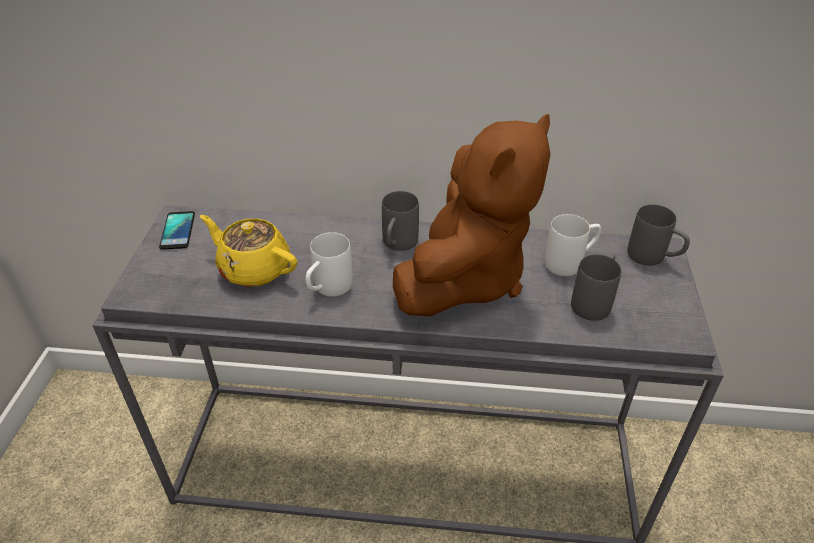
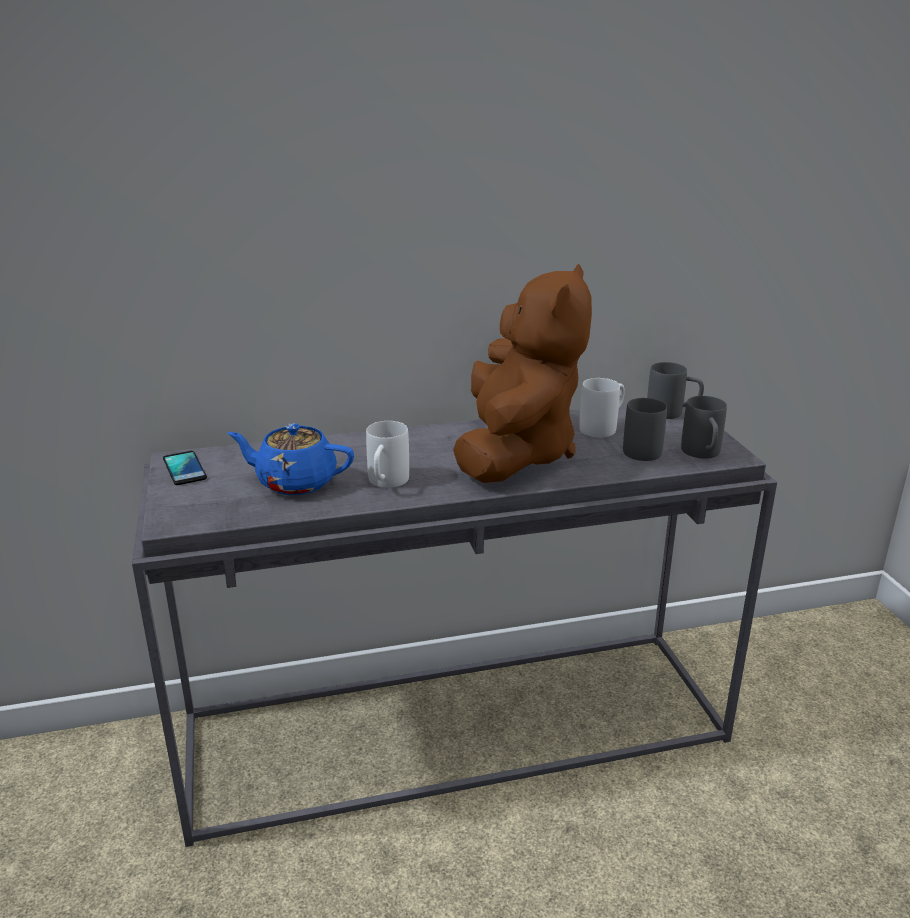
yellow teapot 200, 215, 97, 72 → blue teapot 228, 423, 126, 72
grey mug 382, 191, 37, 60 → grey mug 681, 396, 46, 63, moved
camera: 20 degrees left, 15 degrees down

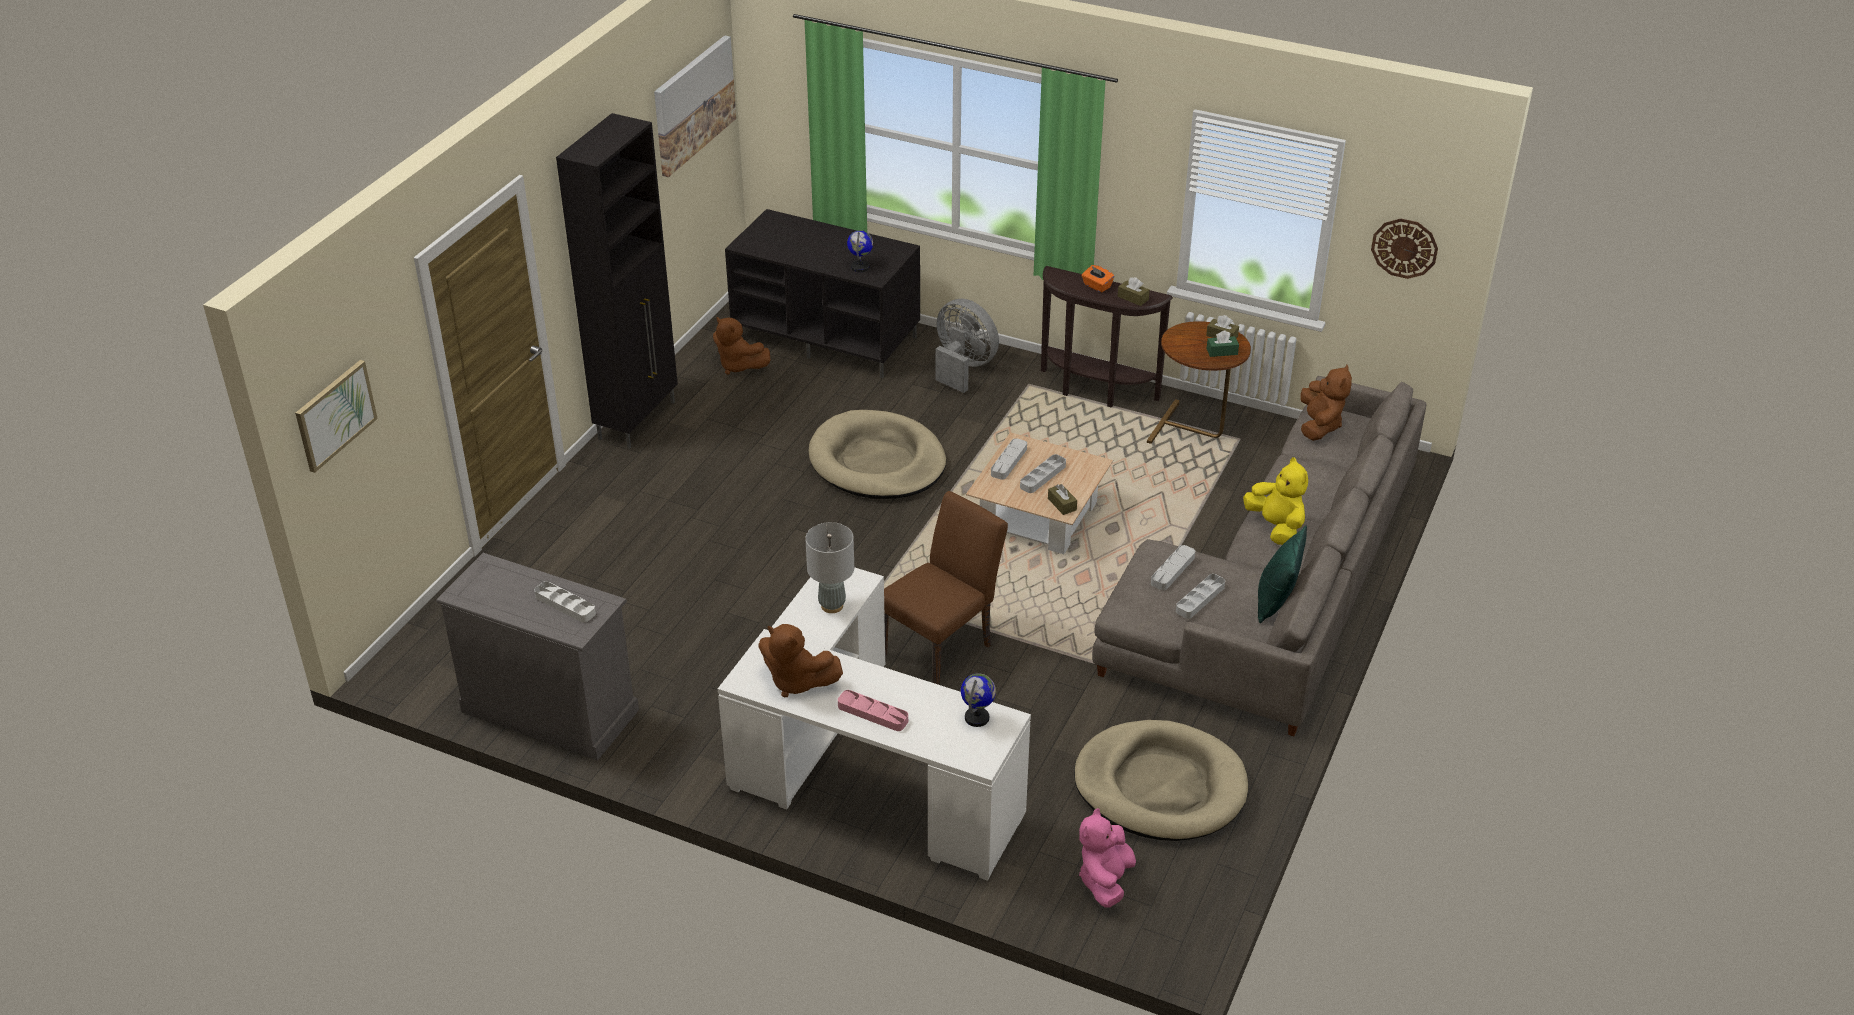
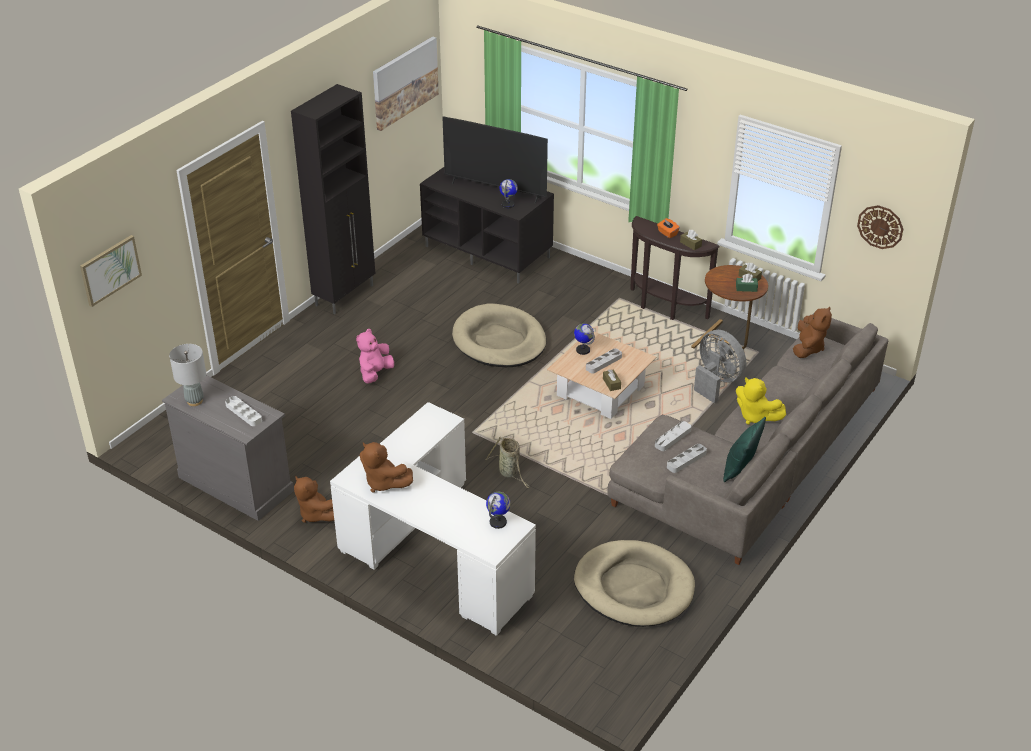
grey table lamp 805, 522, 49, 91 → grey table lamp 169, 344, 37, 62, moved
brown plush toy 713, 317, 57, 58 → brown plush toy 294, 476, 40, 47, moved
pink plush toy 1079, 808, 57, 100 → pink plush toy 356, 329, 38, 55, moved
- → television 442, 116, 106, 87
brown chair 884, 491, 124, 194 → basket 486, 437, 44, 51
grey tray 991, 438, 36, 42 → globe 574, 323, 21, 32
grey fan 935, 299, 64, 94 → grey fan 694, 330, 52, 73, moved
yellow plush toy 1243, 457, 65, 88 → yellow plush toy 736, 377, 50, 47, 150 degrees clockwise
pink tray 838, 690, 70, 41 → -
camera: 10 degrees right, 0 degrees up

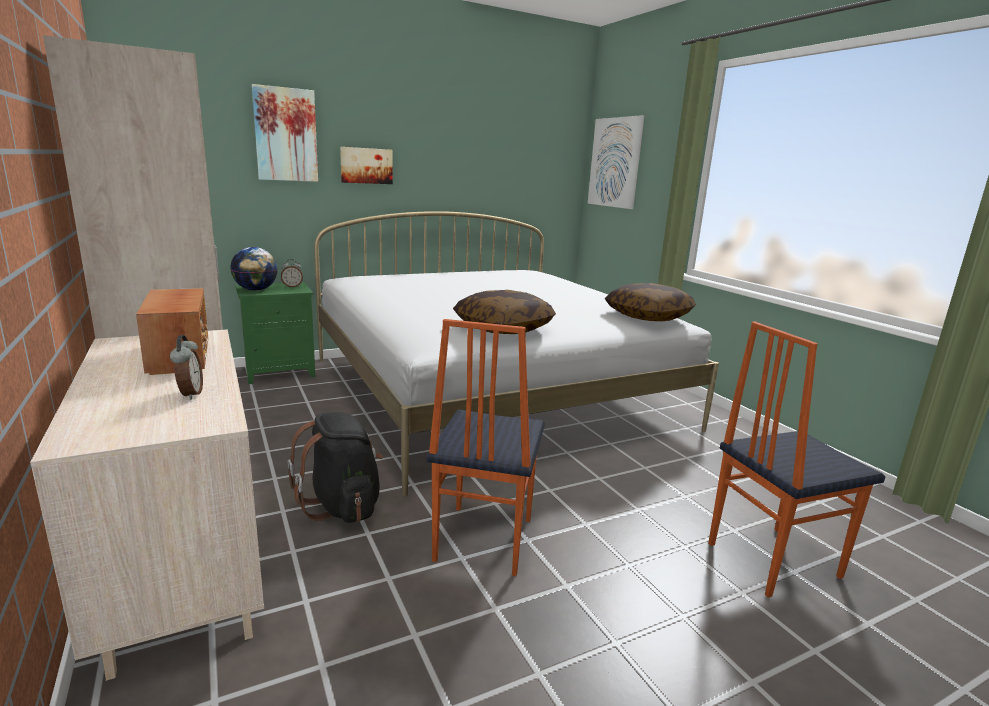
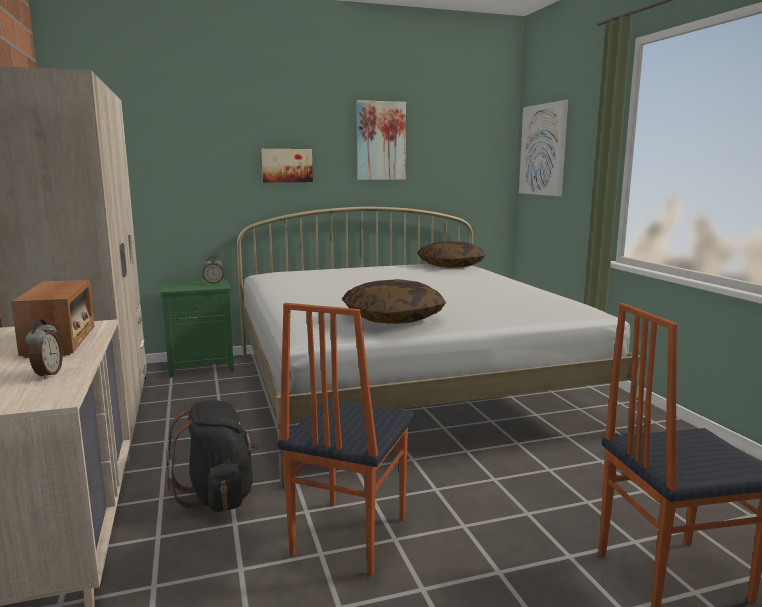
picture 252, 84, 66, 98 → picture 357, 100, 49, 80, moved
pillow 605, 283, 91, 38 → pillow 417, 241, 69, 27, moved
globe 230, 247, 48, 44 → -
camera: 10 degrees right, 5 degrees down

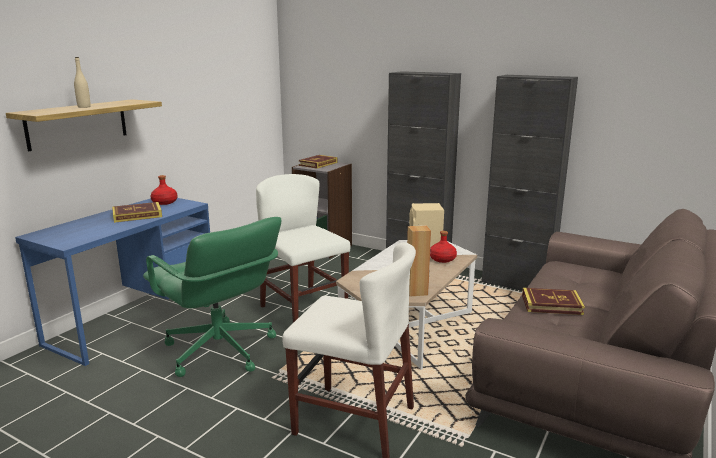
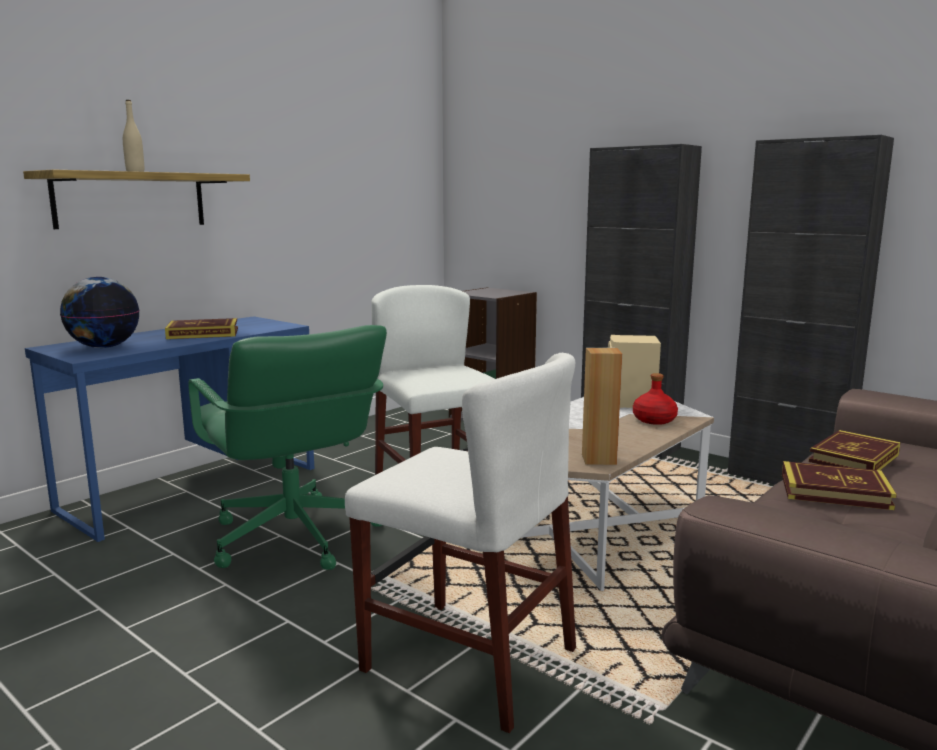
- → globe 60, 277, 79, 71
book 299, 155, 39, 14 → book 809, 430, 91, 40, moved
red bottle 151, 175, 26, 30 → -
camera: 10 degrees right, 5 degrees down

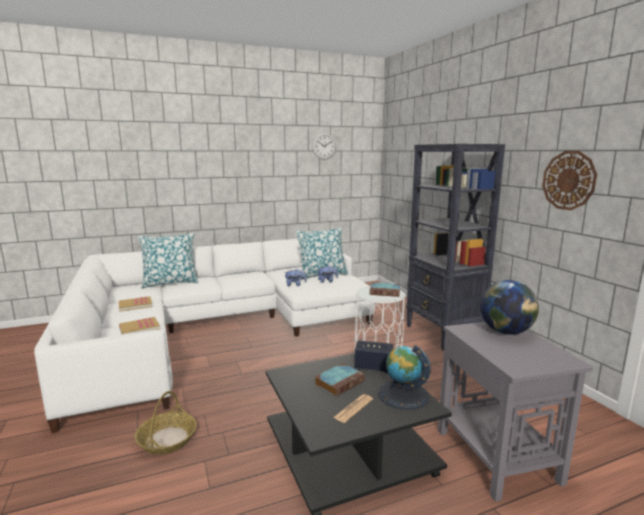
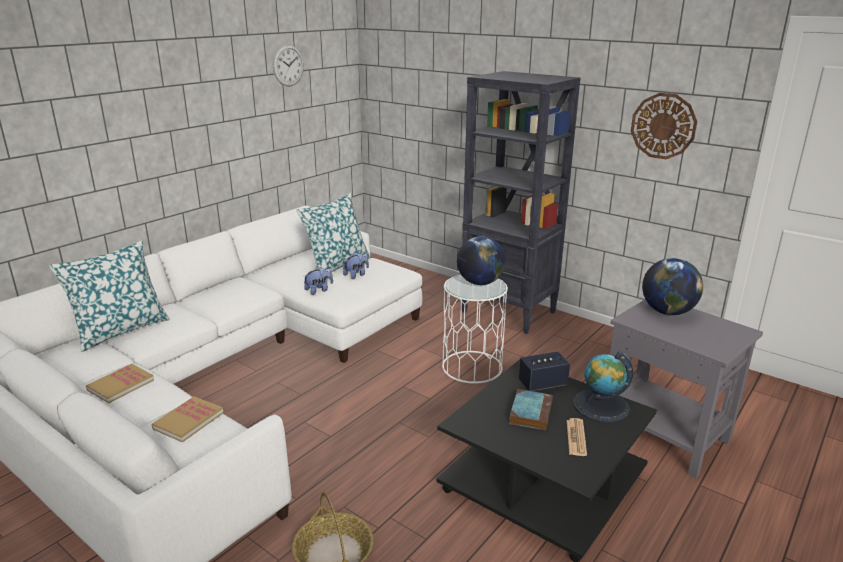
book 370, 282, 30, 15 → globe 457, 236, 48, 49
camera: 30 degrees left, 10 degrees up

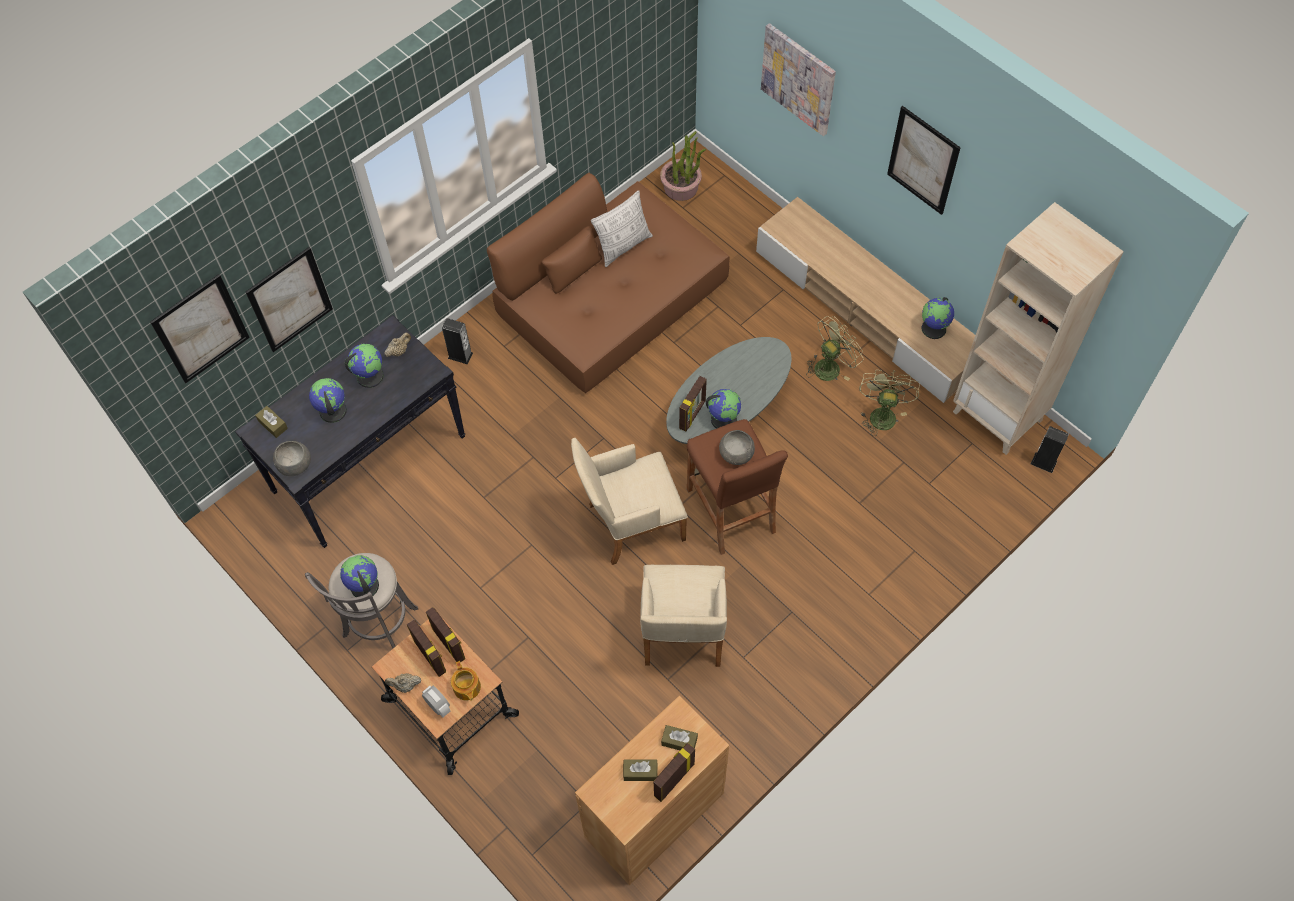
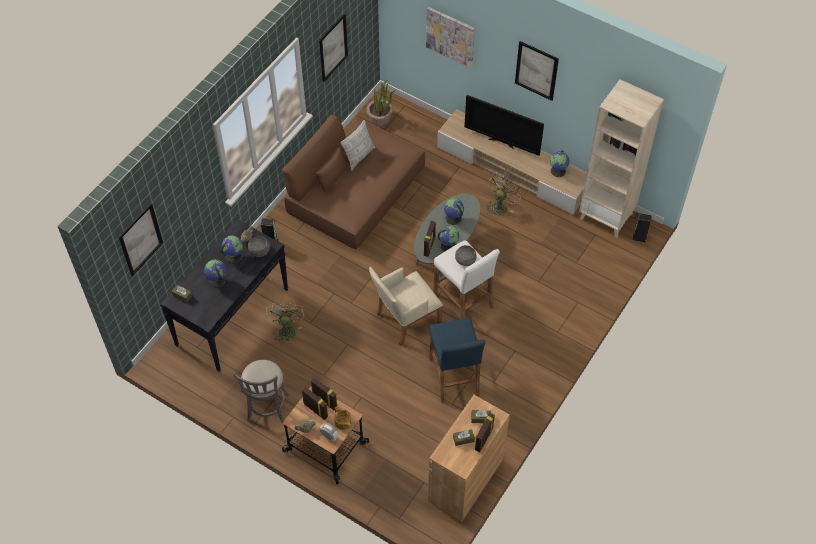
grey bowl 273, 441, 38, 35 → grey bowl 248, 236, 22, 21, moved
green fan 859, 370, 61, 66 → green fan 266, 303, 38, 43, moved
picture 246, 247, 87, 105 → picture 319, 14, 29, 68, moved
beige armchair 640, 565, 87, 102 → blue stool 429, 319, 56, 84
brown stool 687, 419, 101, 136 → white stool 433, 240, 67, 79
globe 340, 555, 39, 42 → globe 444, 198, 20, 27, moved
- → television 464, 95, 80, 61
camera: 15 degrees left, 5 degrees down

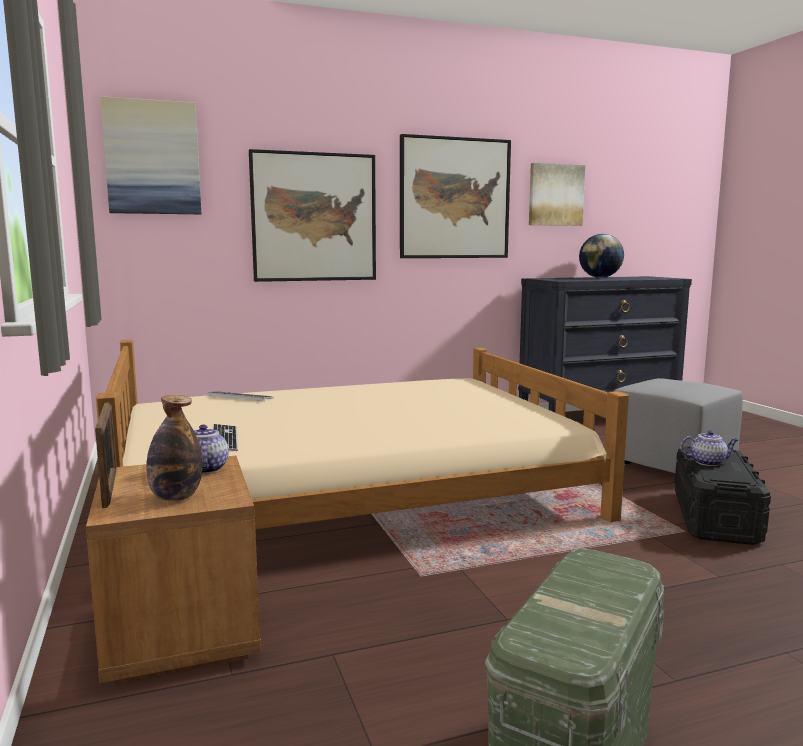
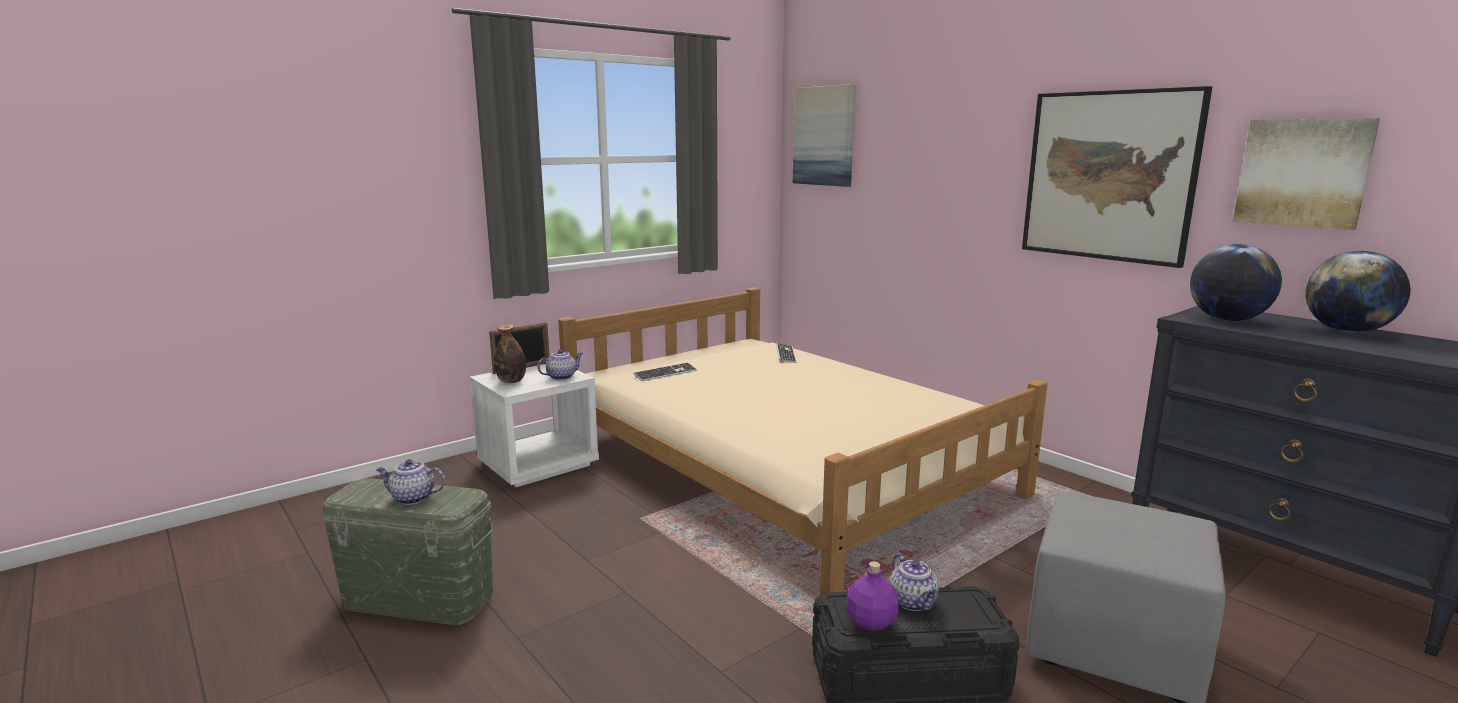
- → teapot 376, 459, 69, 46
brown nightstand 86, 456, 175, 229 → white nightstand 470, 364, 129, 123
- → purple bottle 846, 561, 53, 70
- → globe 1190, 244, 92, 77
picture 249, 149, 127, 133 → -
camera: 70 degrees right, 5 degrees up

